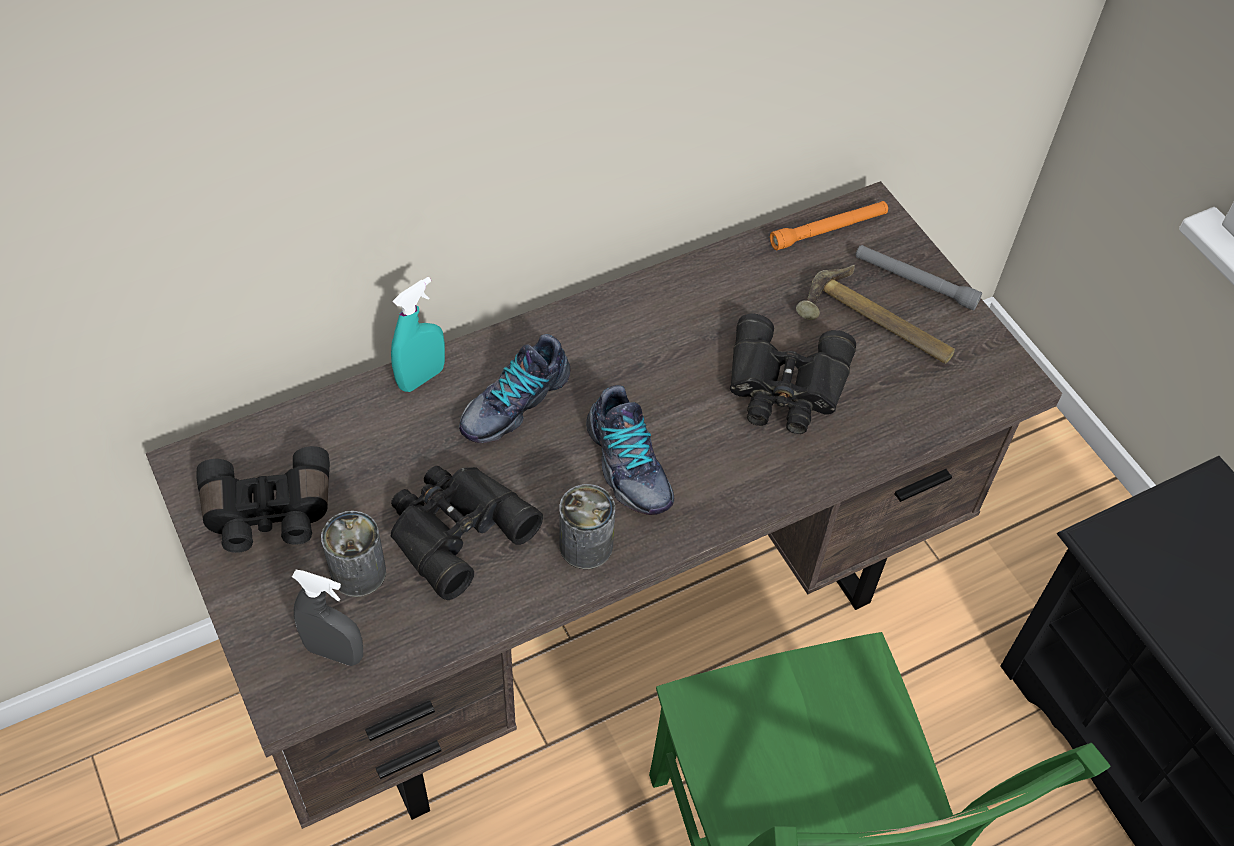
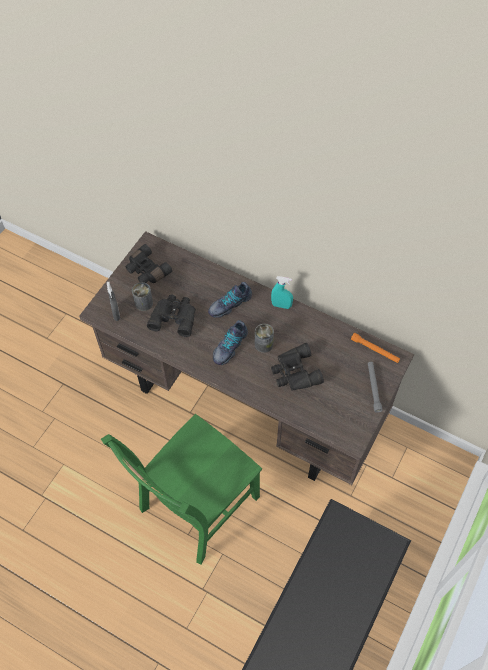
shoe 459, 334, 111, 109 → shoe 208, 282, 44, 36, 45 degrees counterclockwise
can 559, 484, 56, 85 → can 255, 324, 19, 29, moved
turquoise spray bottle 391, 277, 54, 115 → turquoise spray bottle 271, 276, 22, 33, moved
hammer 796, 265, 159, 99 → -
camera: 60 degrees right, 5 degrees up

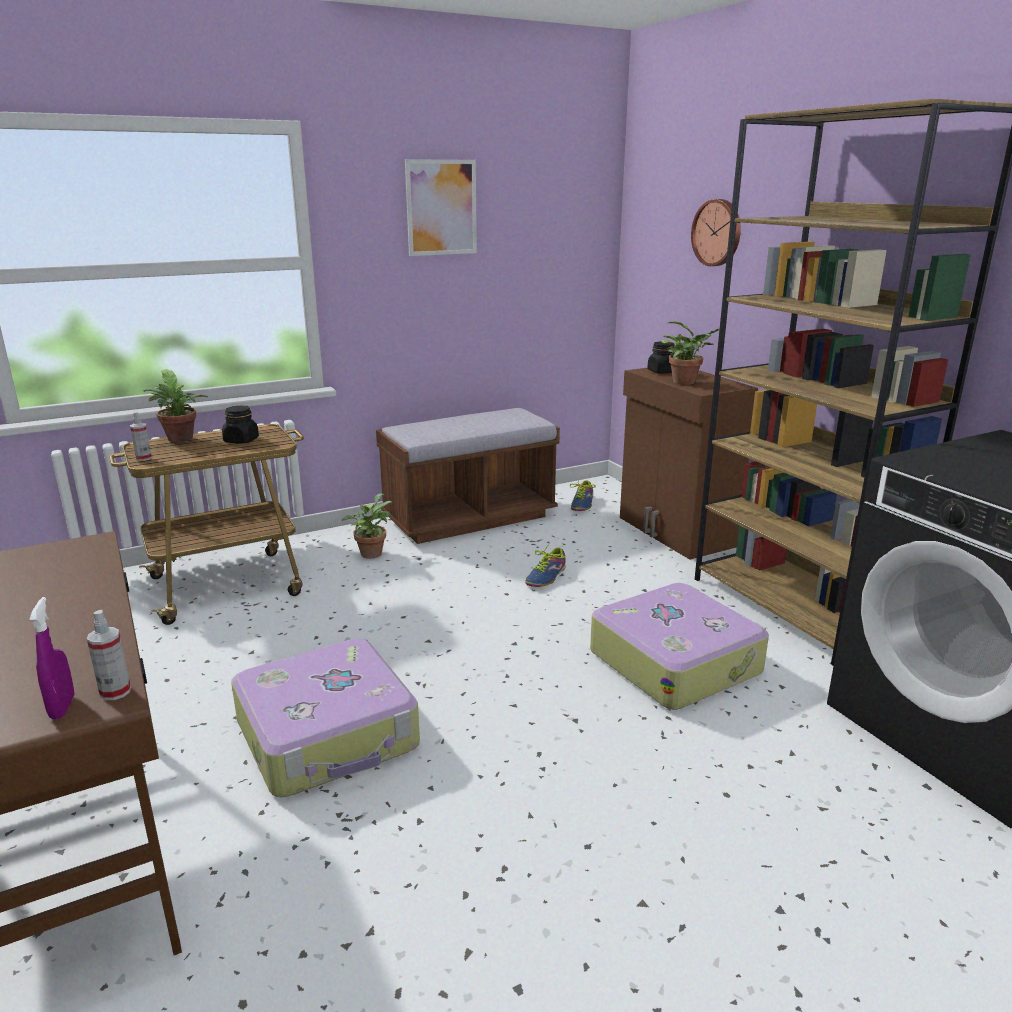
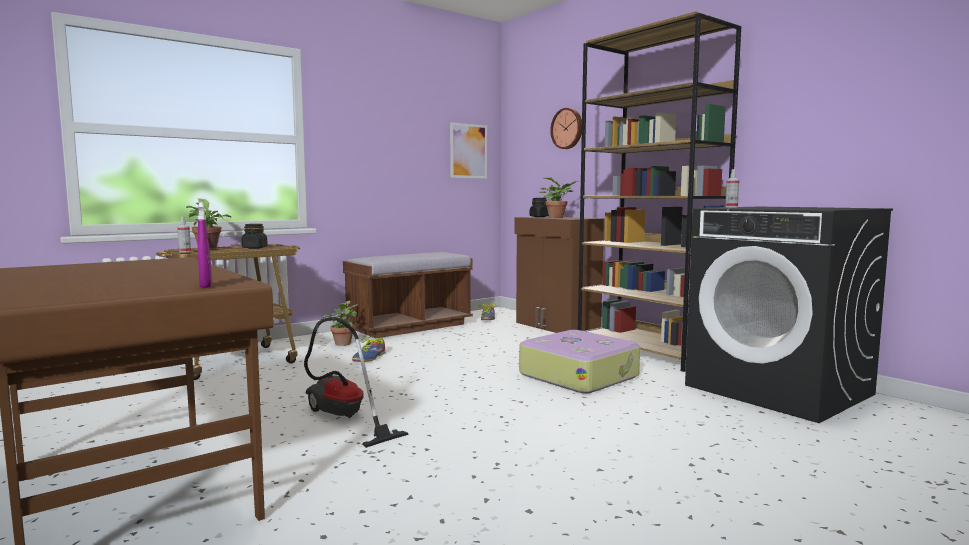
suitcase 231, 639, 189, 158 → vacuum cleaner 304, 317, 105, 131
shoe 525, 544, 41, 43 → shoe 352, 336, 33, 26, moved
picture 405, 159, 72, 97 → picture 450, 122, 37, 57, moved
spray bottle 87, 610, 44, 90 → spray bottle 725, 169, 14, 38, moved
camera: 10 degrees left, 15 degrees down

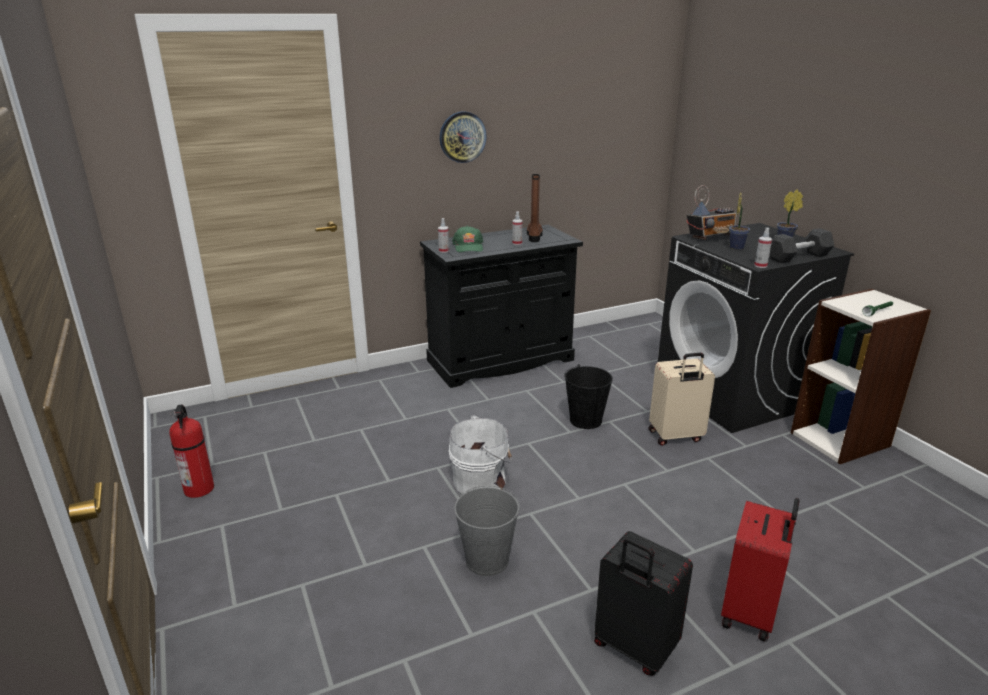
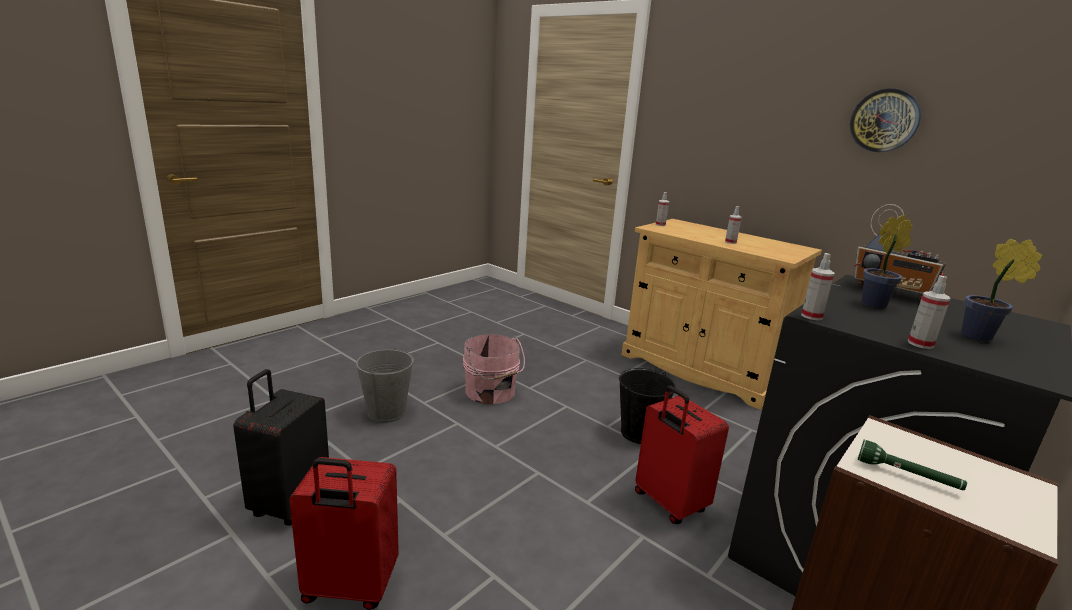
white bucket 449, 415, 63, 79 → pink bucket 463, 334, 62, 70
black cabinet 420, 225, 163, 163 → beige cabinet 621, 219, 201, 191
beige suitcase 649, 353, 66, 93 → red suitcase 635, 385, 94, 139
wall clock 440, 111, 47, 52 → wall clock 850, 88, 71, 64, moved
grey dumbbell 770, 228, 64, 35 → spray bottle 908, 275, 43, 74
fire extinguisher 169, 404, 45, 94 → -
green cap 452, 226, 31, 26 → -
brown boot 527, 174, 16, 68 → -
camera: 65 degrees right, 5 degrees down

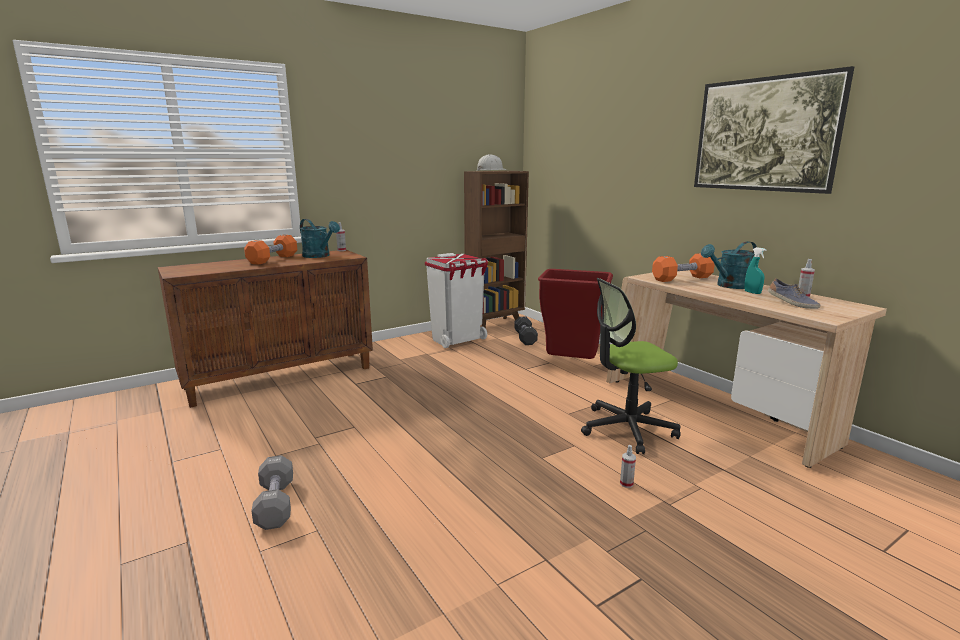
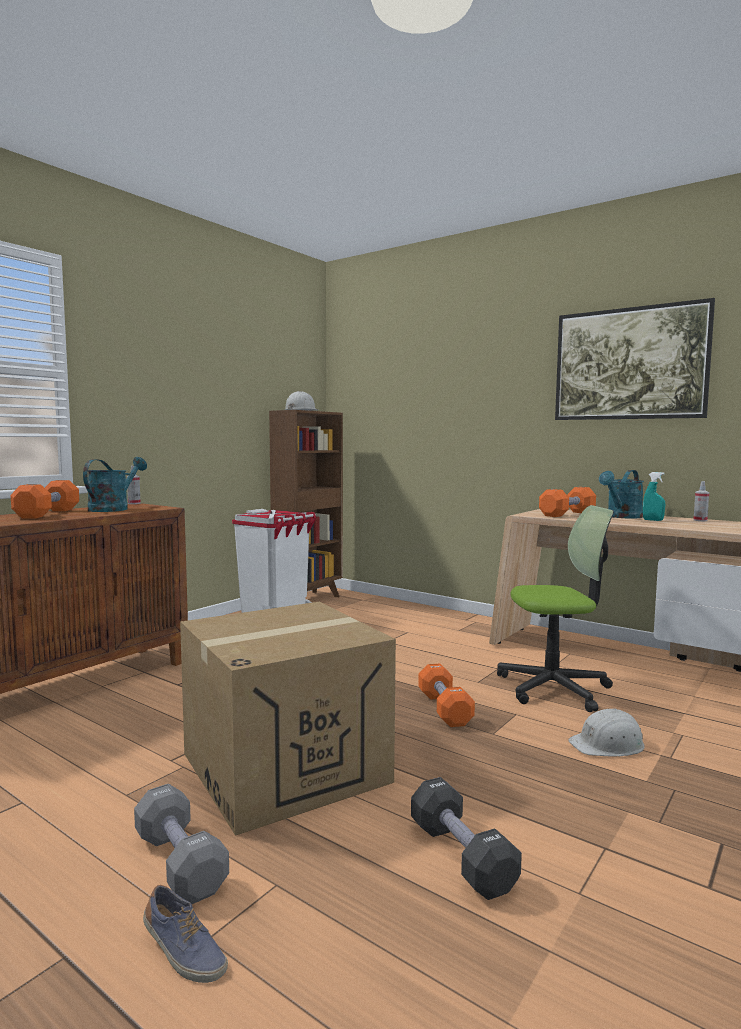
turquoise watering can 300, 219, 40, 39 → turquoise watering can 83, 457, 64, 55, 90 degrees counterclockwise
shoe 768, 278, 52, 31 → shoe 143, 885, 85, 98, moved
- → cardboard box 180, 602, 216, 234
black dumbbell 514, 317, 24, 28 → black dumbbell 411, 777, 111, 123, moved
- → orange dumbbell 418, 663, 57, 64
office chair 581, 278, 100, 176 → office chair 497, 505, 117, 207, 150 degrees counterclockwise
spray bottle 620, 445, 16, 43 → white hard hat 568, 708, 77, 49
red trash can 538, 269, 75, 90 → -
camera: 20 degrees left, 10 degrees down

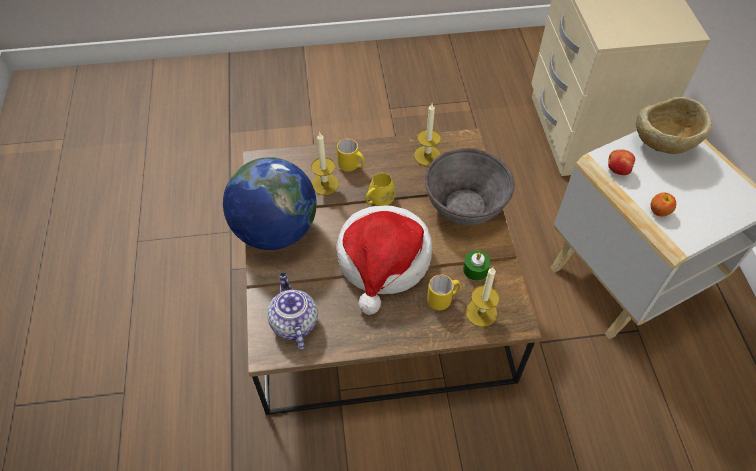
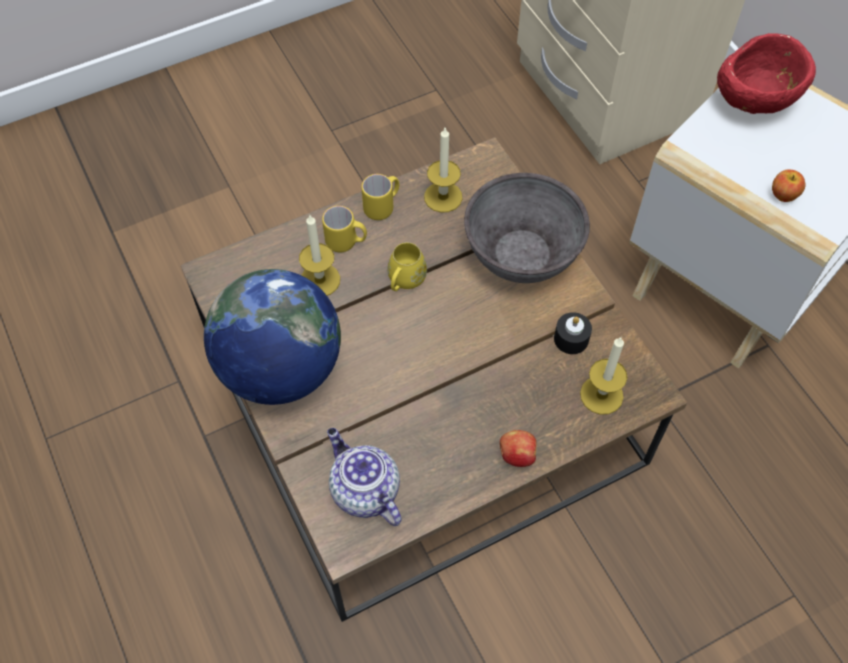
yellow mug 427, 275, 34, 35 → yellow mug 362, 174, 37, 46, moved
apple 608, 149, 27, 26 → apple 500, 430, 37, 37, moved
green candle 463, 250, 28, 31 → black candle 554, 312, 38, 42
beige bowl 636, 97, 76, 57 → red bowl 717, 33, 99, 81
hat 337, 206, 95, 109 → -
camera: 20 degrees left, 5 degrees up

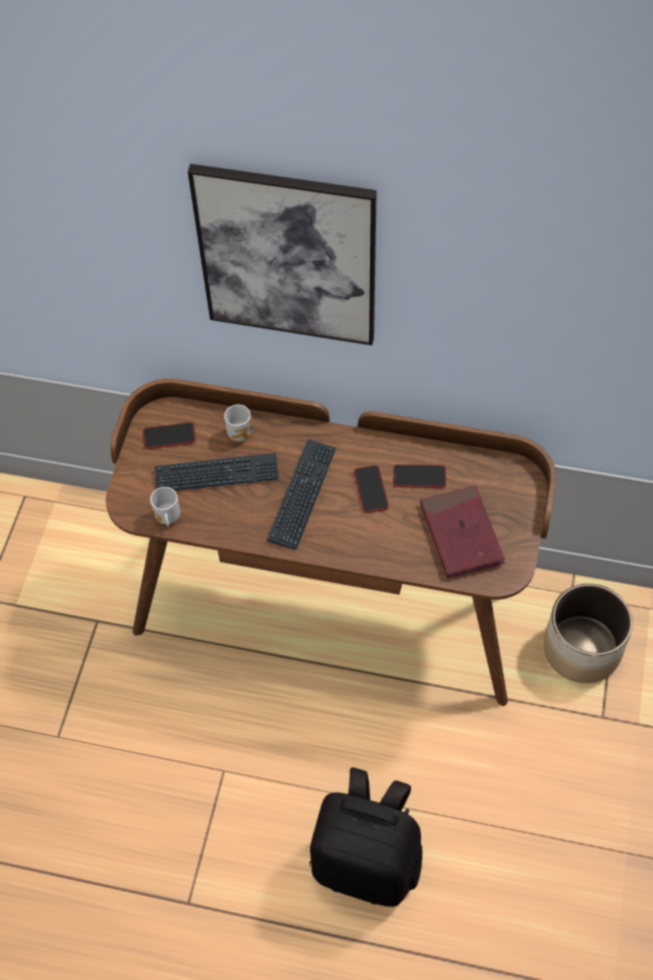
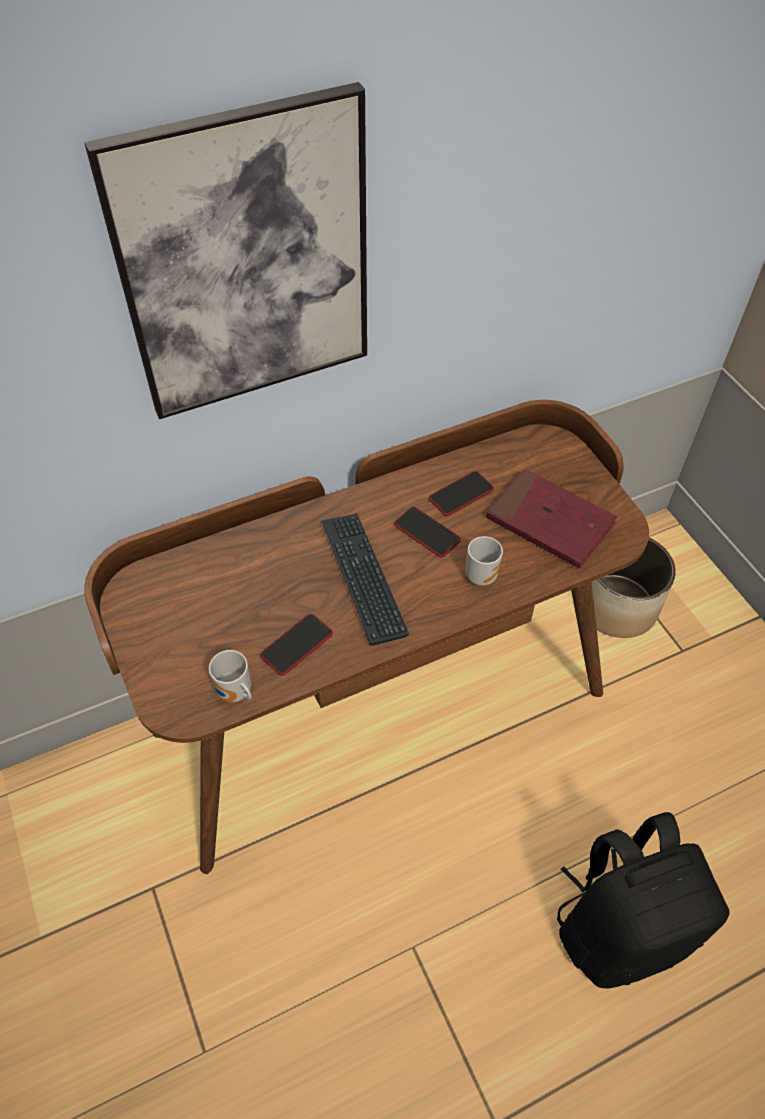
phone 143, 422, 53, 27 → phone 260, 614, 73, 62, moved
mug 224, 405, 28, 37 → mug 466, 536, 37, 50, moved
keyboard 154, 453, 125, 38 → -
camera: 40 degrees left, 5 degrees down

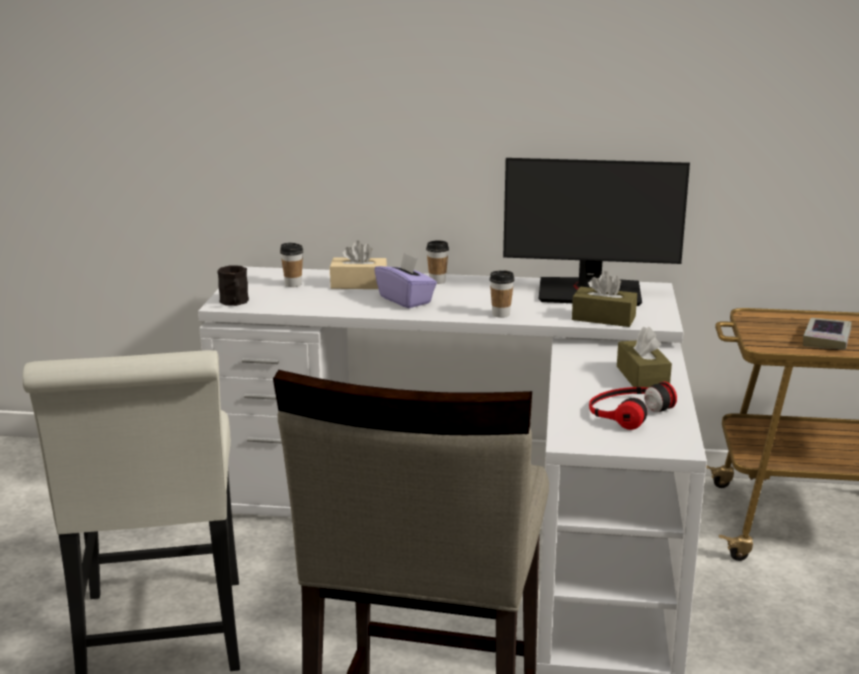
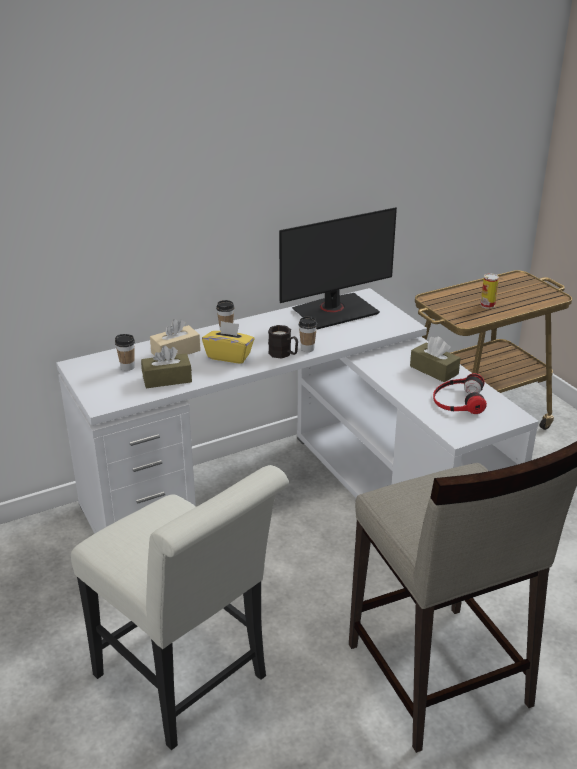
brown tissue box 572, 271, 65, 56 → brown tissue box 141, 345, 51, 43, moved
purple tissue box 374, 253, 63, 55 → yellow tissue box 202, 321, 52, 43
black mug 217, 265, 32, 41 → black mug 268, 325, 30, 34, moved
book 803, 318, 49, 31 → can 480, 273, 19, 36
camera: 35 degrees left, 10 degrees up

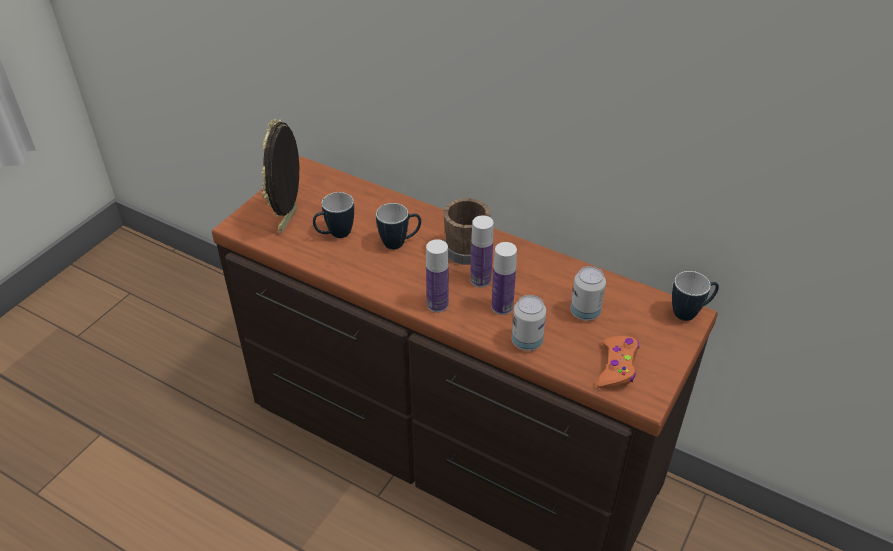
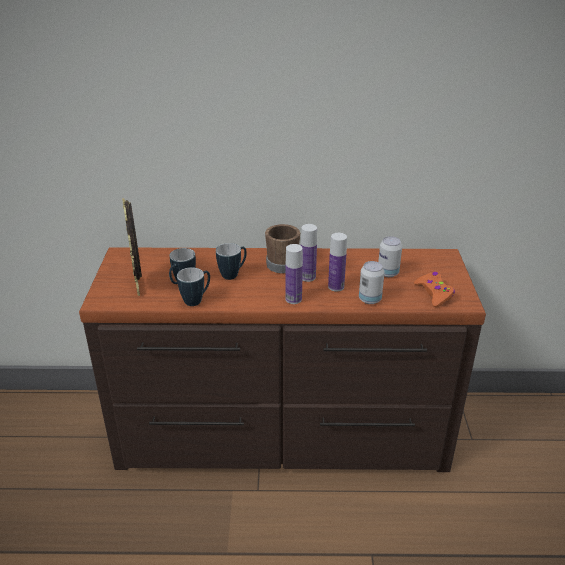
mug 672, 271, 47, 50 → mug 177, 267, 33, 39, moved
camera: 30 degrees left, 10 degrees down

